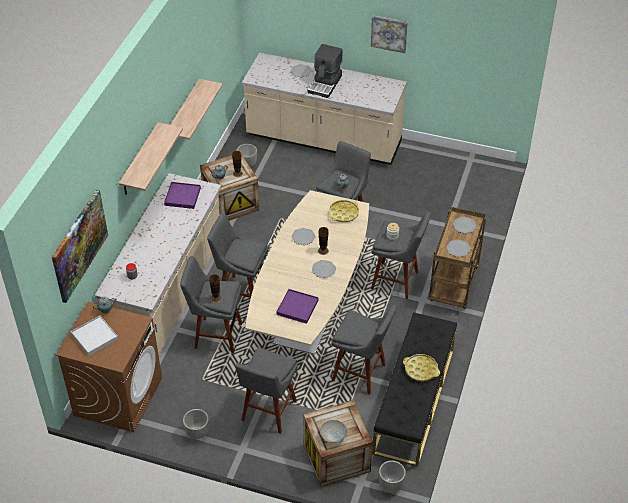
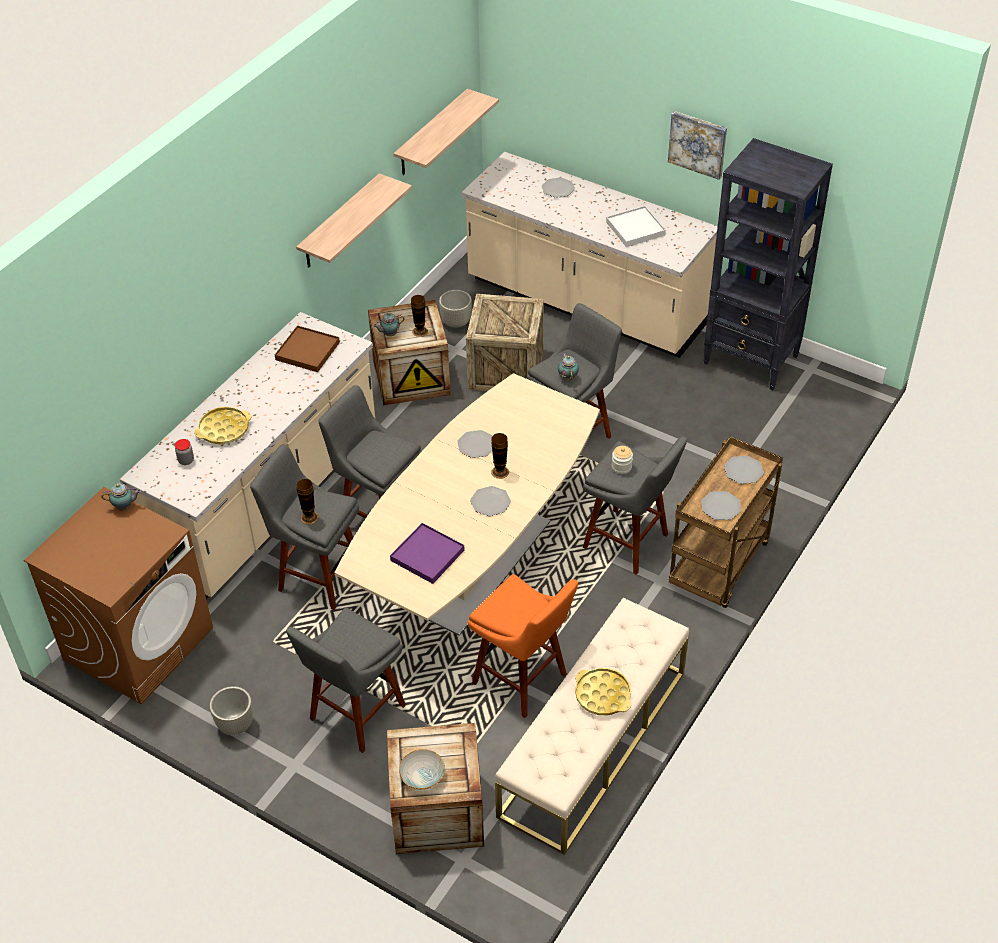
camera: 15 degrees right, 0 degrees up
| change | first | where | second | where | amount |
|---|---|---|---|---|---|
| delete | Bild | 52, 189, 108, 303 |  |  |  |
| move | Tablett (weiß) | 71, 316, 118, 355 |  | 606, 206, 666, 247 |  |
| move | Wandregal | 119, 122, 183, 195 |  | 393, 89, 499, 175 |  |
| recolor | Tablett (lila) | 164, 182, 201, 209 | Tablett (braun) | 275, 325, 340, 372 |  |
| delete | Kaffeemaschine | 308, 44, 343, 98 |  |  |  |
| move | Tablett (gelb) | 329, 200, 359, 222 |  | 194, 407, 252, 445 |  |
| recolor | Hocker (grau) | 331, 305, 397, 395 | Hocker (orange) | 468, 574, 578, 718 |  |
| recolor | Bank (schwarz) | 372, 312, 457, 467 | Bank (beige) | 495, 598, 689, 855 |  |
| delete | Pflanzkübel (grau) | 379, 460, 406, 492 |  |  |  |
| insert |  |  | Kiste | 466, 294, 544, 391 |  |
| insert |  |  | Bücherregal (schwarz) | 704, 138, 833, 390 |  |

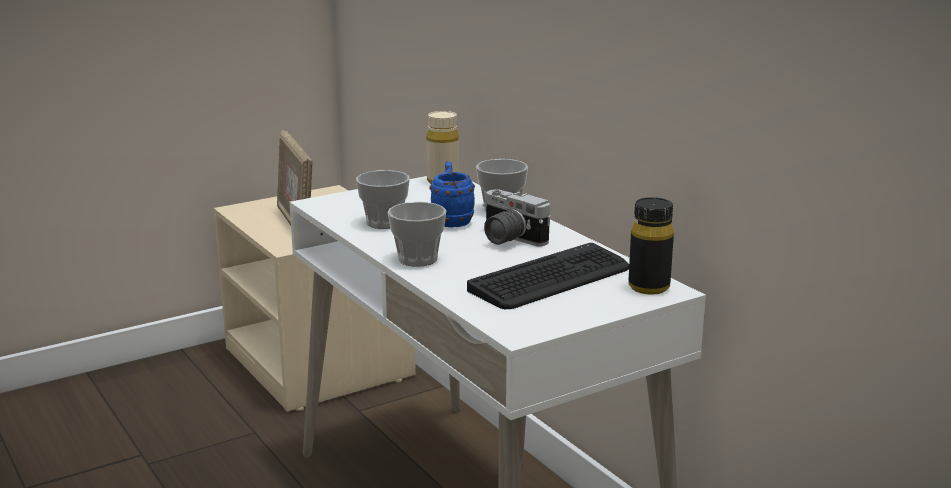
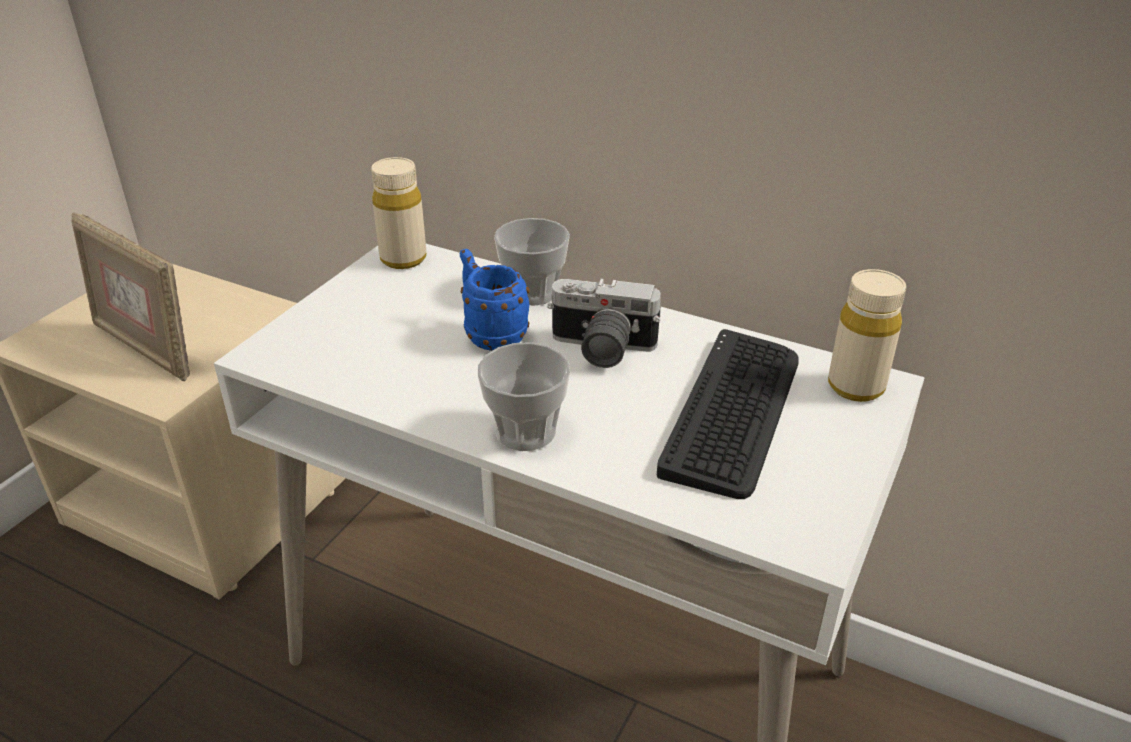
camera: 30 degrees left, 15 degrees up
| change | first | where | second | where | amount |
|---|---|---|---|---|---|
| delete | Tasse | 356, 170, 410, 229 |  |  |  |
| recolor | Flasche (schwarz) | 629, 197, 674, 295 | Flasche (beige) | 828, 269, 906, 402 |  |

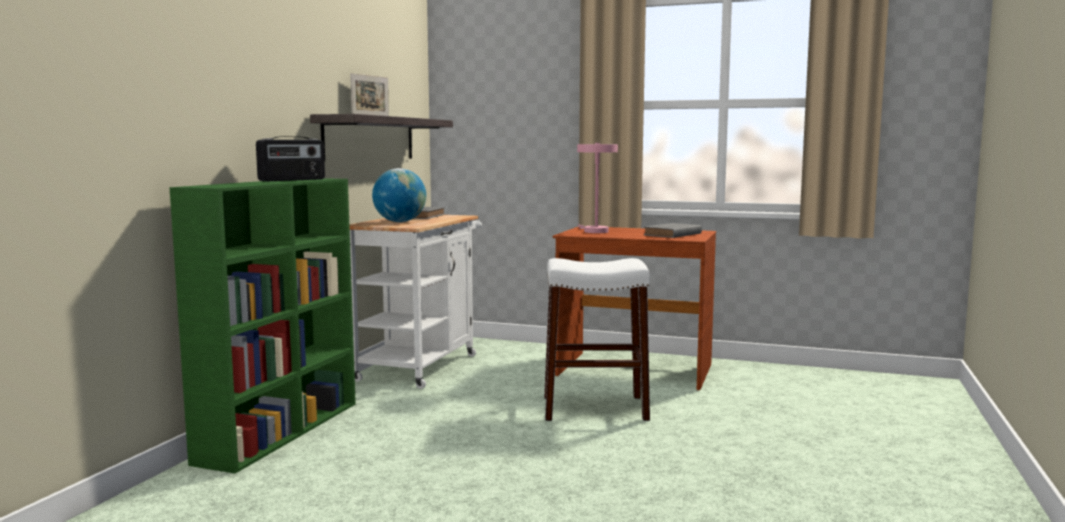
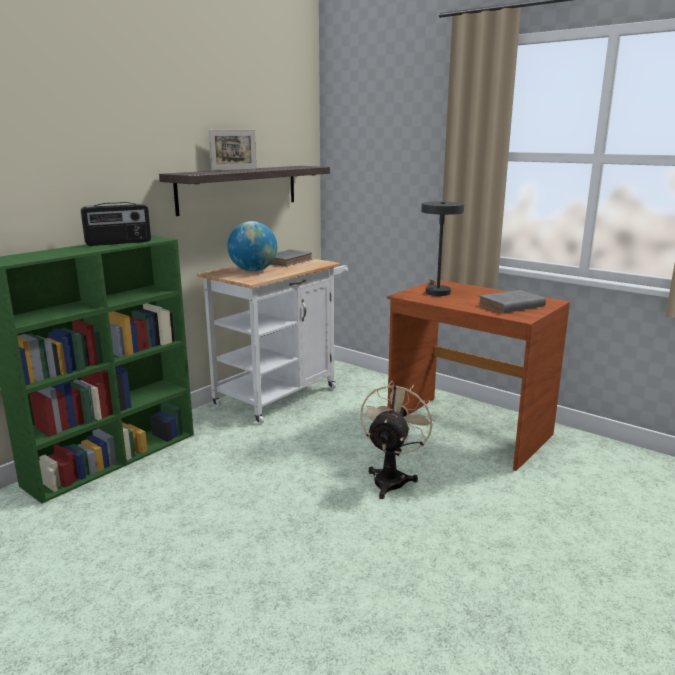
camera: 20 degrees right, 10 degrees up
| change | first | where | second | where | amount |
|---|---|---|---|---|---|
| replace | Hocker (weiß) | 544, 258, 650, 421 | Ventilator (beige) | 360, 381, 435, 499 |  |
| recolor | Tischlampe (rosa) | 577, 143, 618, 233 | Tischlampe (grau) | 421, 202, 464, 296 |  |

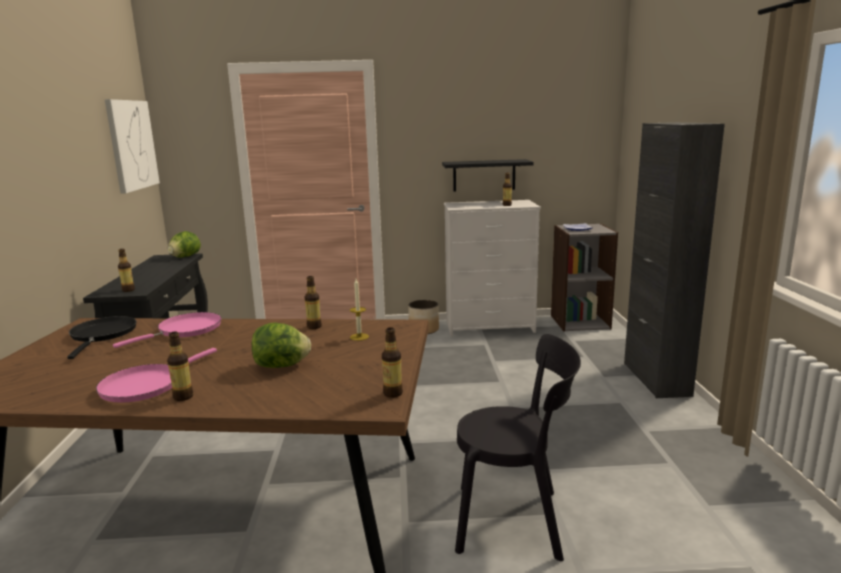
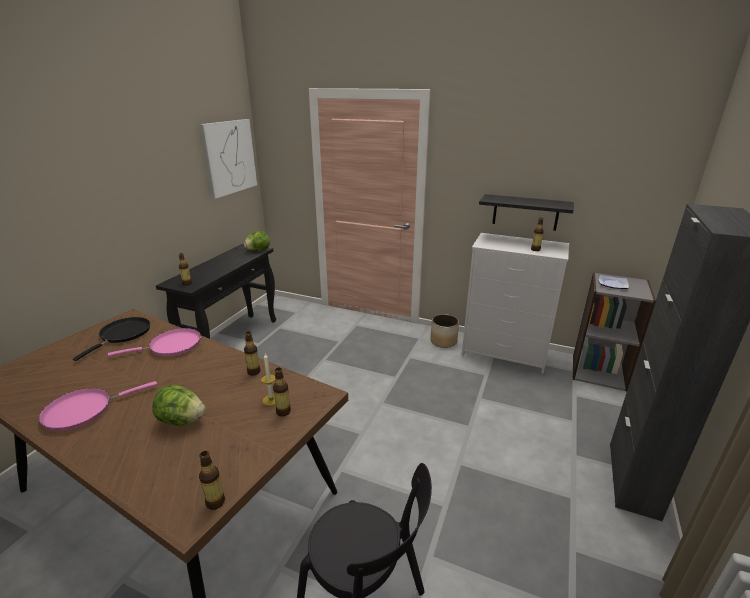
camera: 25 degrees right, 10 degrees up
| change | first | where | second | where | amount |
|---|---|---|---|---|---|
| move | Flasche | 167, 332, 193, 401 |  | 273, 368, 291, 416 |  |

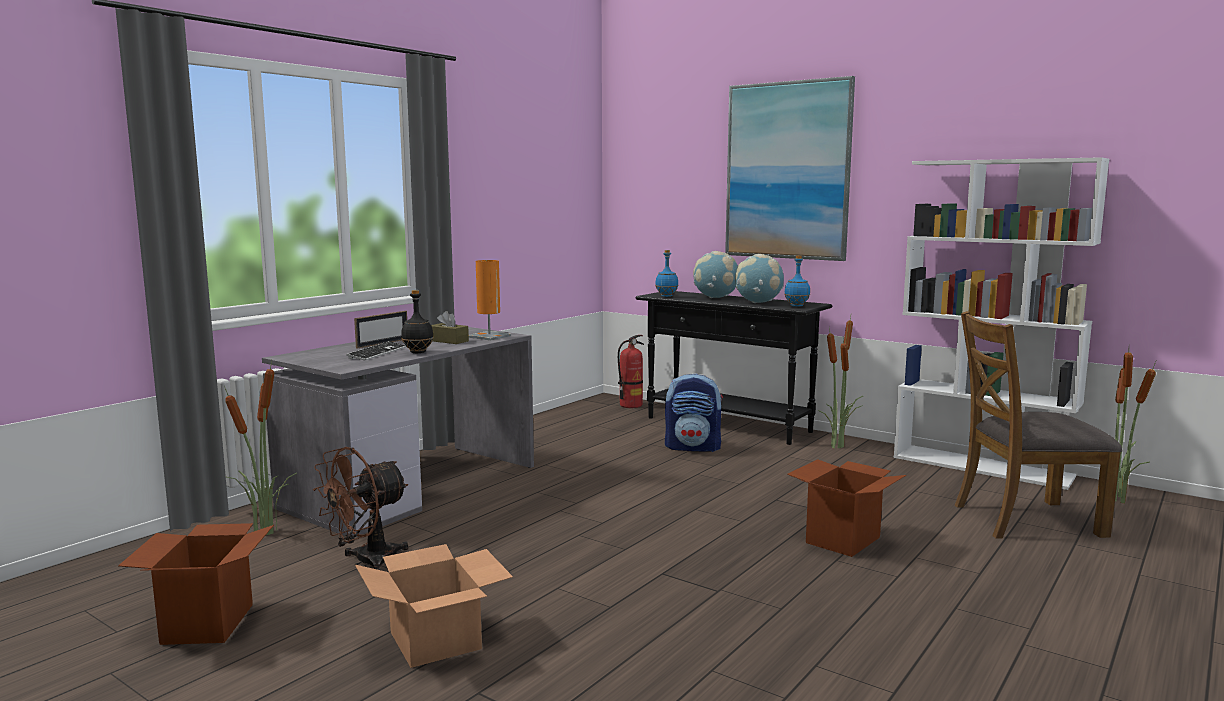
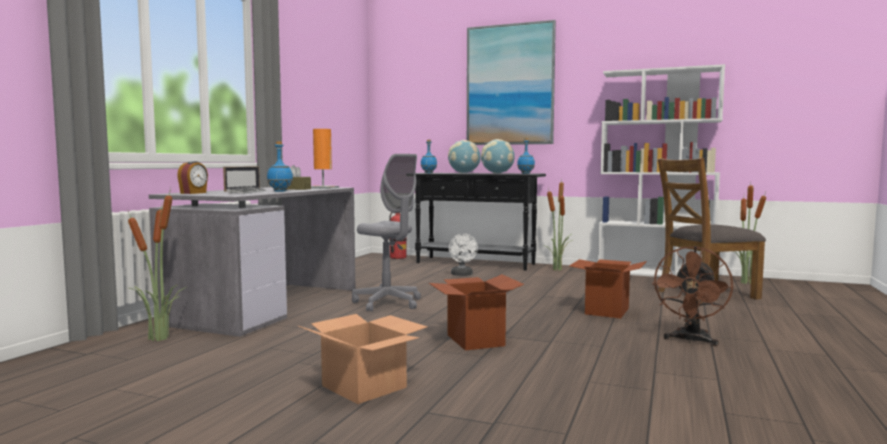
camera: 15 degrees left, 5 degrees down
| change | first | where | second | where | amount |
|---|---|---|---|---|---|
| move | Karton | 118, 523, 274, 645 |  | 429, 274, 524, 351 |  |
| move | Ventilator (braun) | 313, 447, 408, 570 |  | 652, 246, 733, 346 |  |
| recolor | Flasche (schwarz) | 401, 290, 434, 353 | Flasche (blau) | 267, 141, 293, 192 |  |
| replace | Rucksack | 665, 373, 723, 452 | Ventilator (weiß) | 449, 233, 478, 276 |  |
| insert |  |  | Wecker | 177, 161, 208, 194 |  |
| insert |  |  | Bürostuhl (grau) | 352, 154, 421, 311 |  |

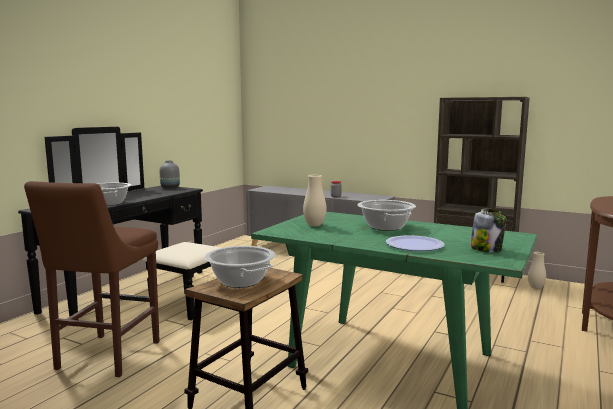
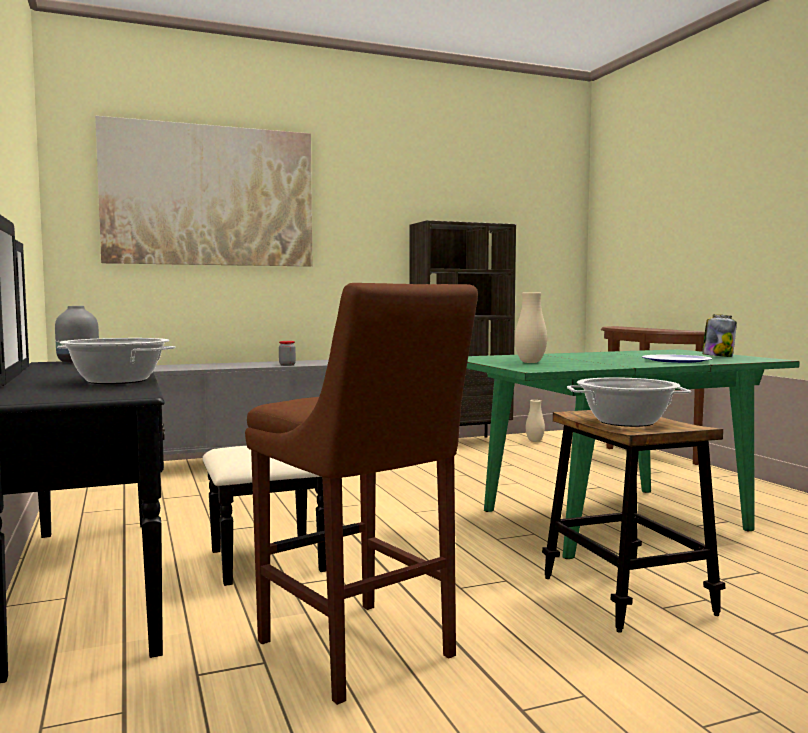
camera: 50 degrees left, 5 degrees down
| change | first | where | second | where | amount |
|---|---|---|---|---|---|
| delete | Kochtopf | 358, 200, 416, 231 |  |  |  |
| insert |  |  | Bild | 95, 116, 313, 266 |  |

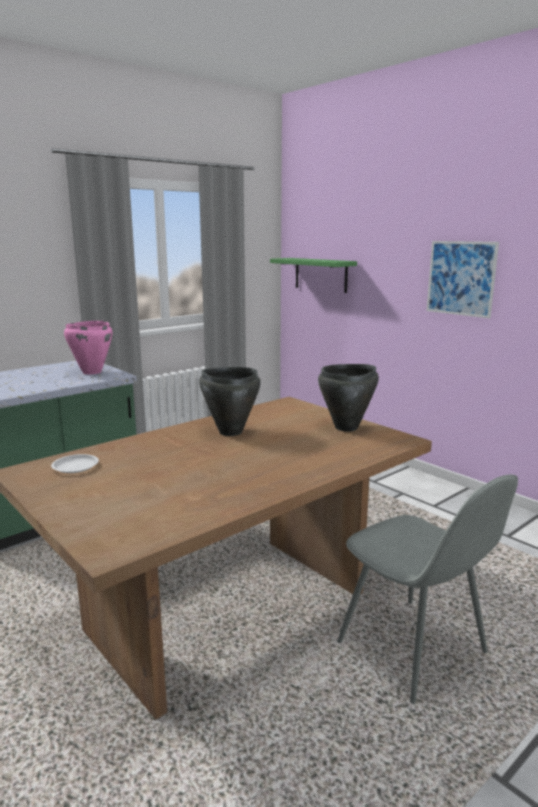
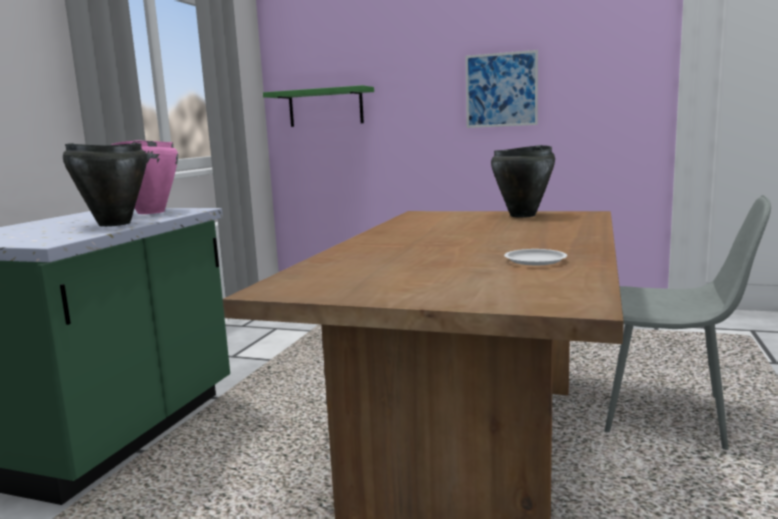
camera: 30 degrees left, 5 degrees down
| change | first | where | second | where | amount |
|---|---|---|---|---|---|
| move | Teller (weiß) | 51, 454, 99, 473 |  | 504, 249, 567, 265 |  |
| move | Kochtopf (schwarz) | 199, 367, 261, 436 |  | 63, 143, 147, 227 |  |

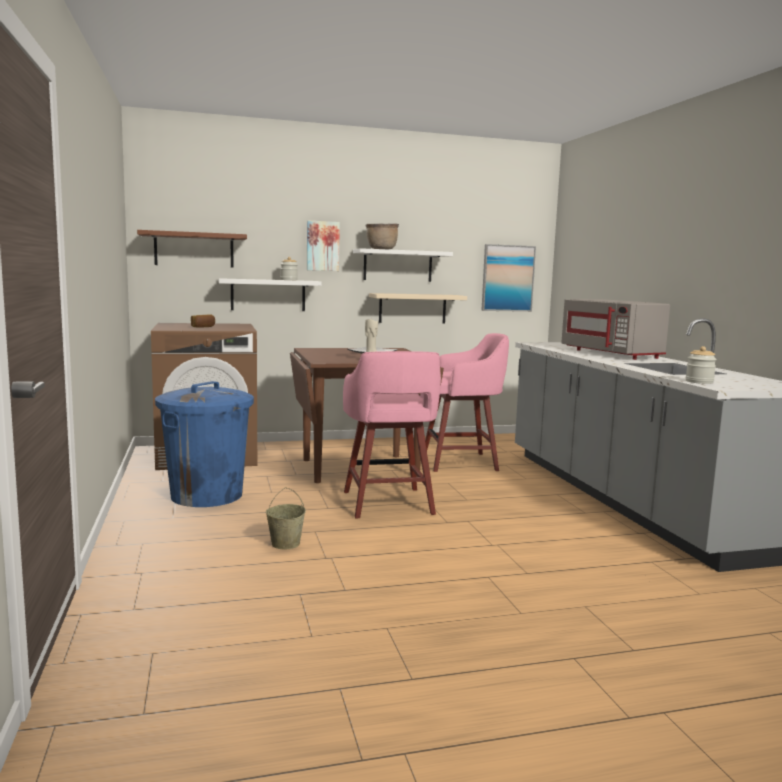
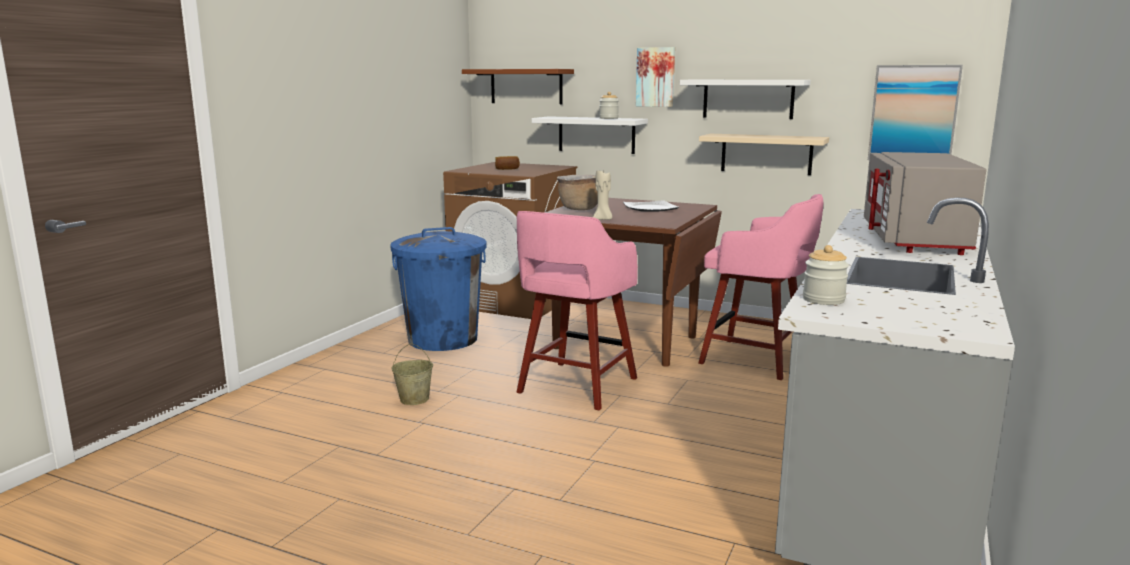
camera: 40 degrees right, 5 degrees up
| change | first | where | second | where | amount |
|---|---|---|---|---|---|
| move | Kochtopf (braun) | 365, 223, 399, 250 |  | 557, 175, 598, 210 |  |

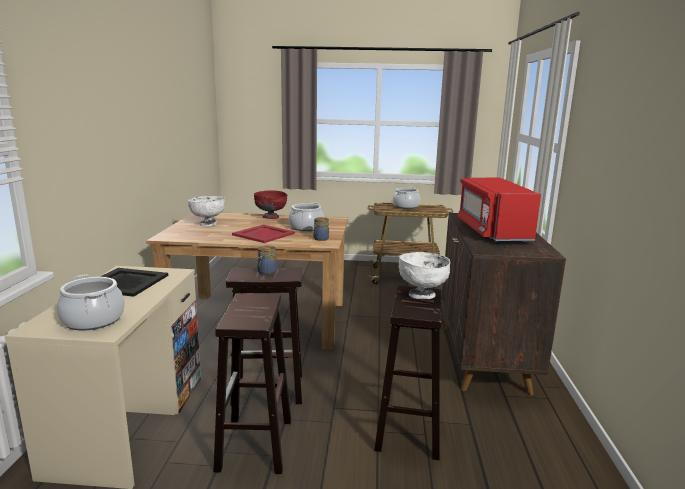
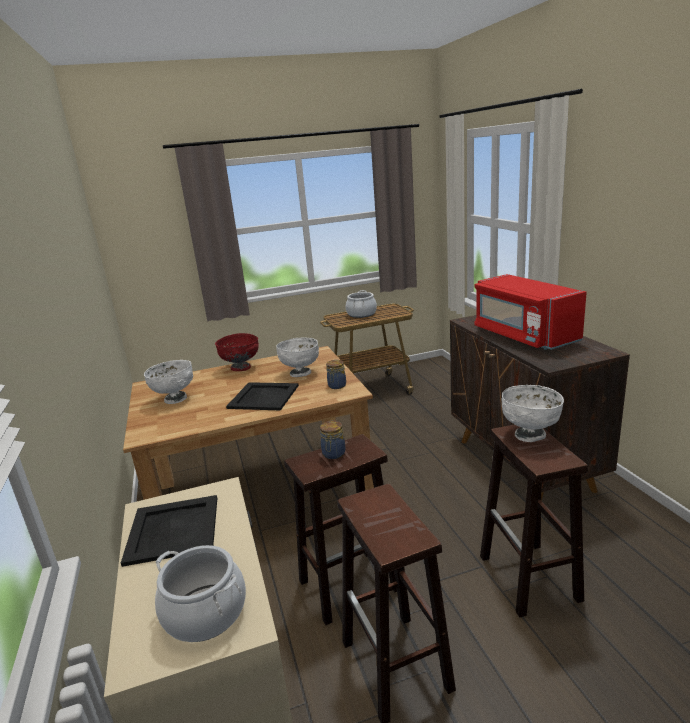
camera: 20 degrees left, 5 degrees up
| change | first | where | second | where | amount |
|---|---|---|---|---|---|
| recolor | Tablett (rot) | 232, 225, 295, 243 | Tablett (schwarz) | 226, 382, 299, 411 |  |
| replace | Kochtopf | 289, 202, 324, 231 | Schüssel (weiß) | 276, 338, 319, 377 |  |

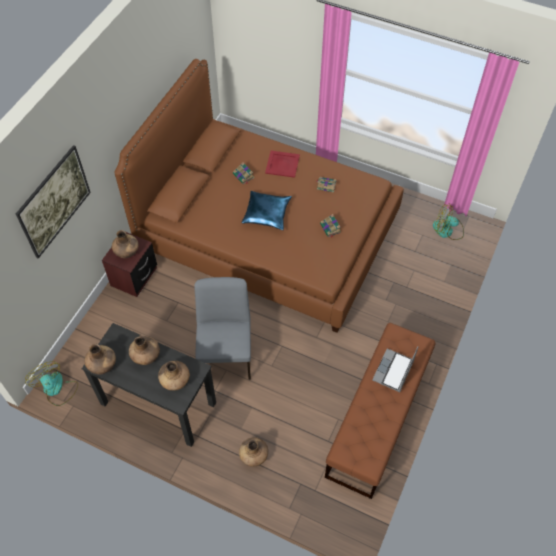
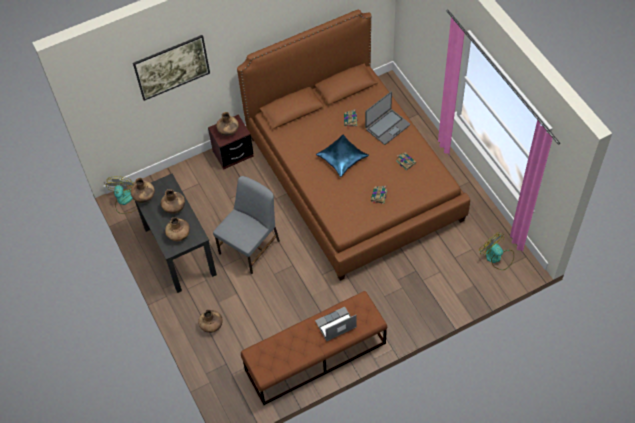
camera: 40 degrees right, 0 degrees up
| change | first | where | second | where | amount |
|---|---|---|---|---|---|
| replace | Tablett (rot) | 265, 151, 300, 178 | Laptop | 365, 91, 410, 145 |  |

